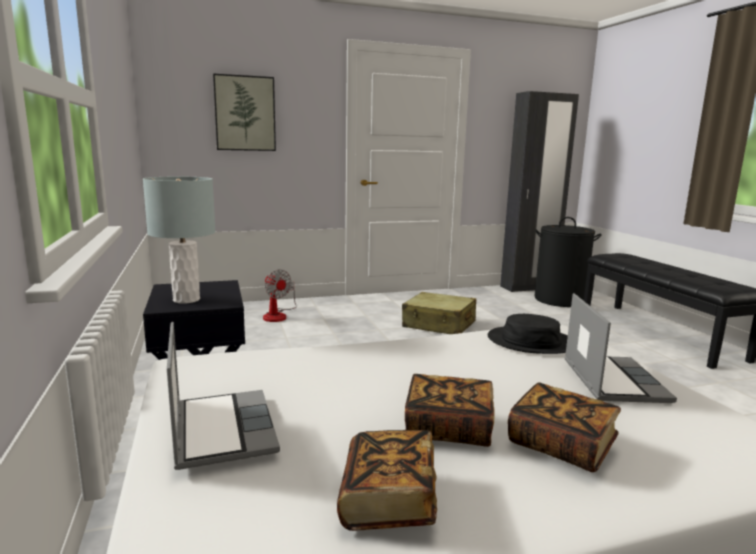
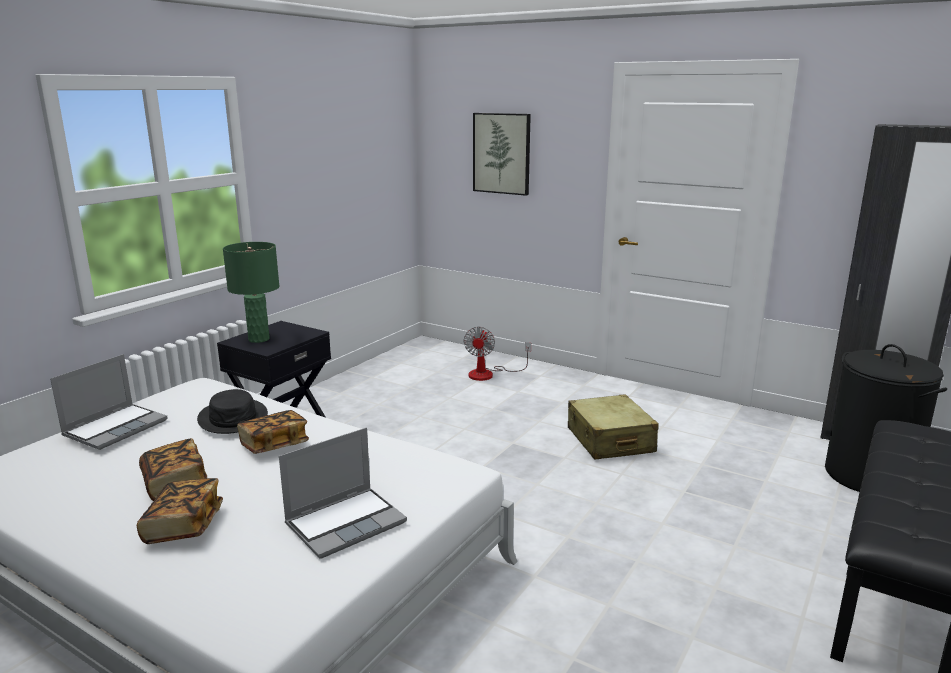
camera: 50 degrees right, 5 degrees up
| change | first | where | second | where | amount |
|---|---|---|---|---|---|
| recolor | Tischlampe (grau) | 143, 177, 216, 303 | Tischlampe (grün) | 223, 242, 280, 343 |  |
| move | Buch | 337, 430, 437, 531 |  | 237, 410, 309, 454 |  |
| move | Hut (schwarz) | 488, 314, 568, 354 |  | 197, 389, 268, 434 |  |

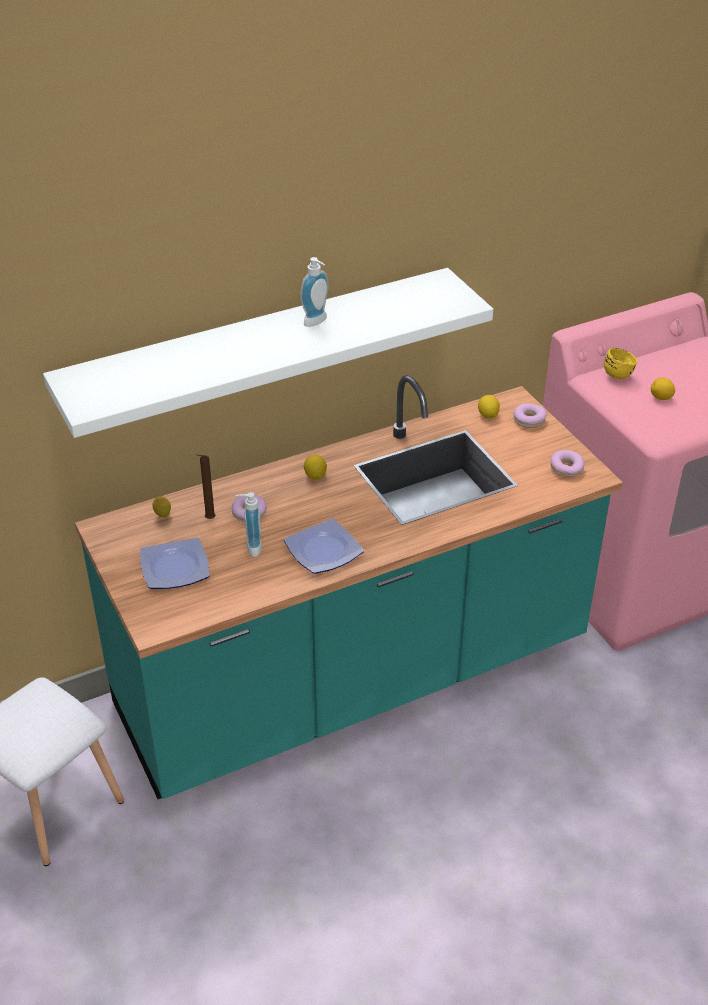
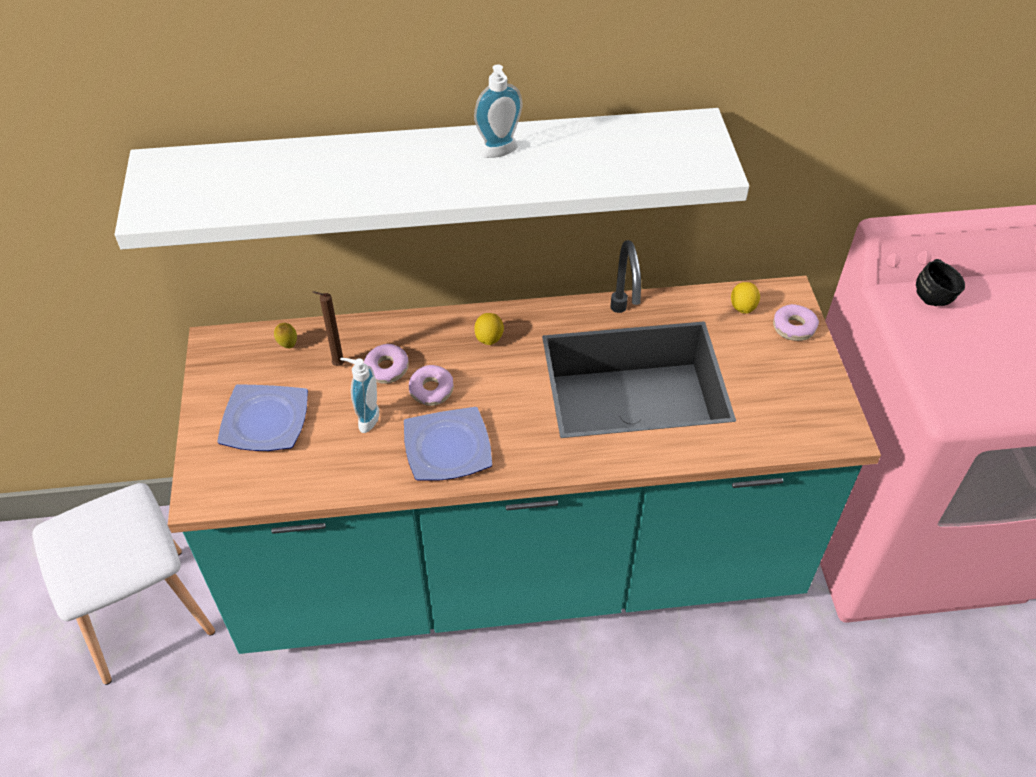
camera: 20 degrees right, 10 degrees up
| change | first | where | second | where | amount |
|---|---|---|---|---|---|
| move | Donut | 551, 450, 585, 477 |  | 409, 365, 454, 406 |  |
| recolor | Henkelbecher (gelb) | 604, 348, 638, 379 | Henkelbecher (schwarz) | 916, 259, 965, 306 |  |
| delete | Zitrone | 651, 377, 675, 400 |  |  |  |

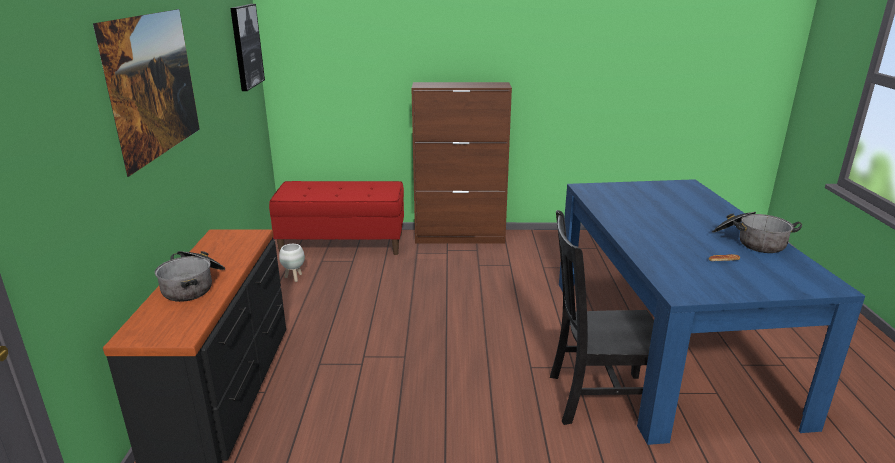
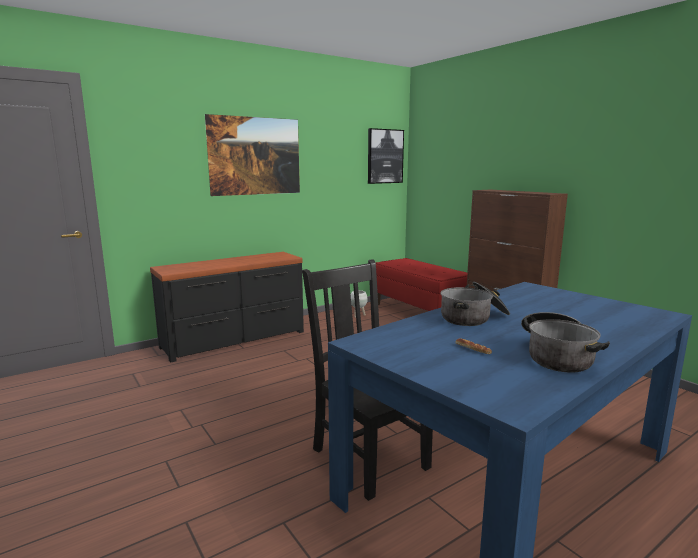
camera: 55 degrees right, 10 degrees down
| change | first | where | second | where | amount |
|---|---|---|---|---|---|
| move | Kochtopf | 155, 251, 225, 302 |  | 440, 282, 510, 326 |  |

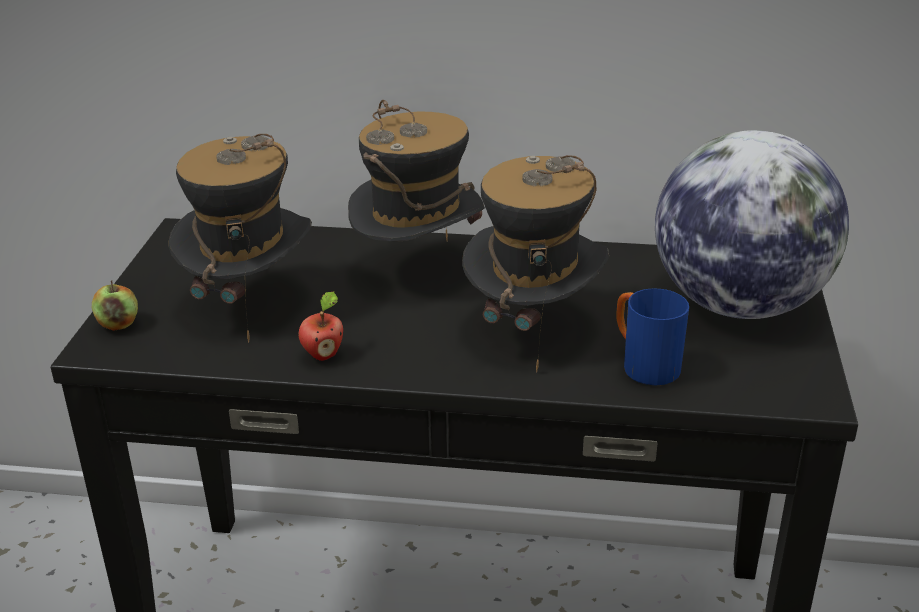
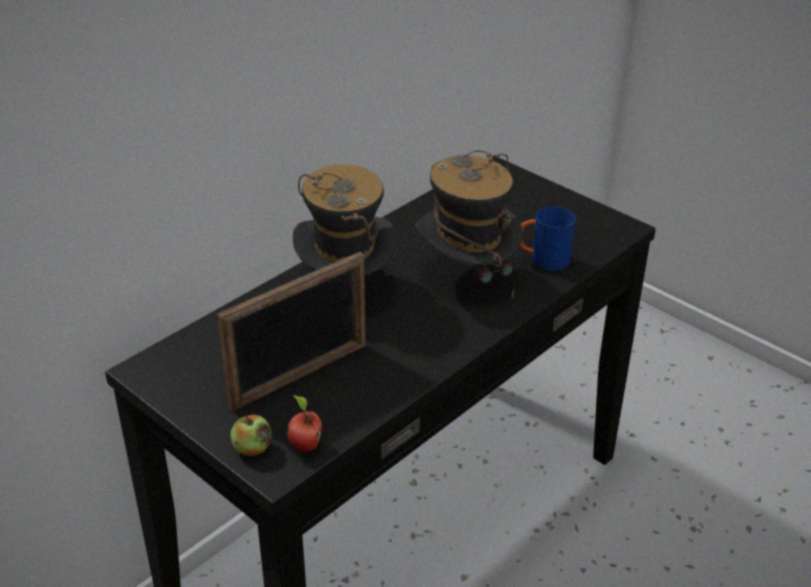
camera: 55 degrees left, 5 degrees up
| change | first | where | second | where | amount |
|---|---|---|---|---|---|
| replace | Hut | 169, 134, 312, 343 | Bilderrahmen | 217, 252, 366, 411 |  |
| move | Apfel | 298, 292, 343, 361 |  | 287, 395, 322, 452 |  |
| delete | Globus | 655, 130, 849, 319 |  |  |  |

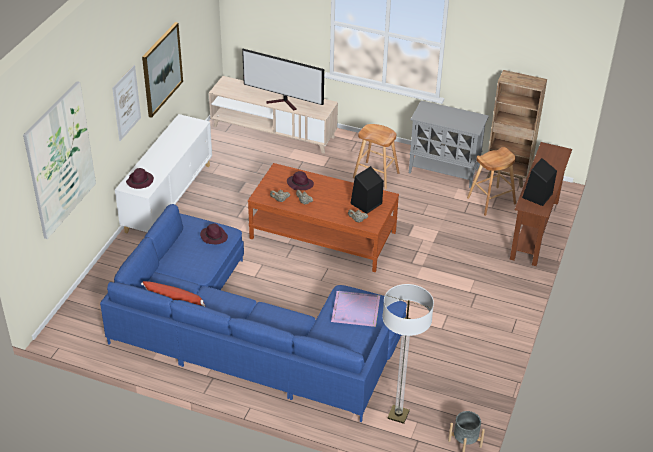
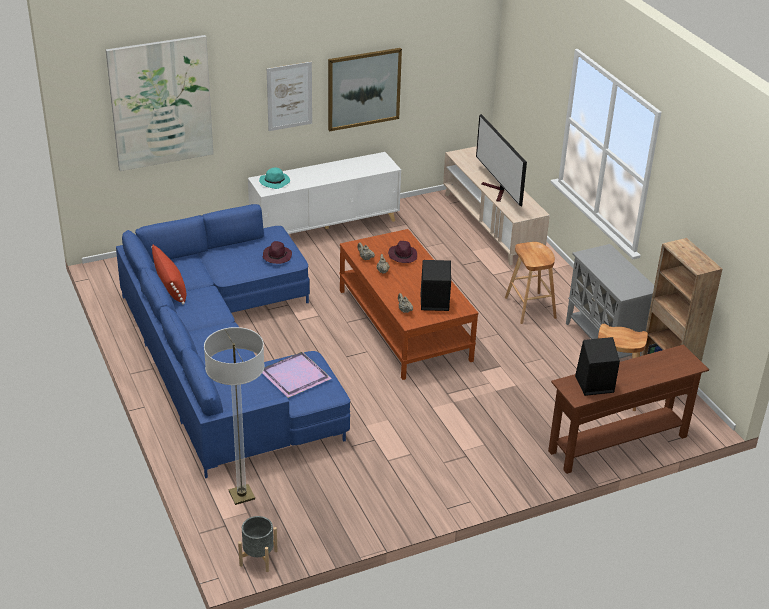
camera: 45 degrees right, 5 degrees down
| change | first | where | second | where | amount |
|---|---|---|---|---|---|
| recolor | Hut (lila) | 126, 168, 154, 189 | Hut (türkis) | 259, 167, 290, 189 |  |

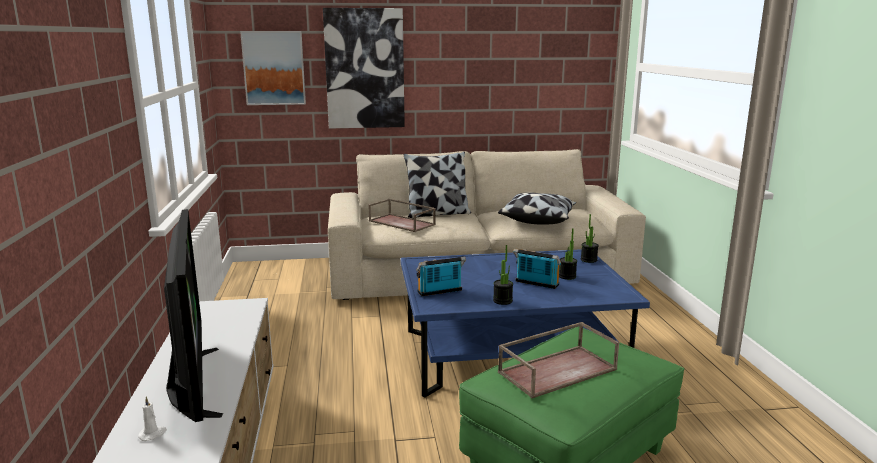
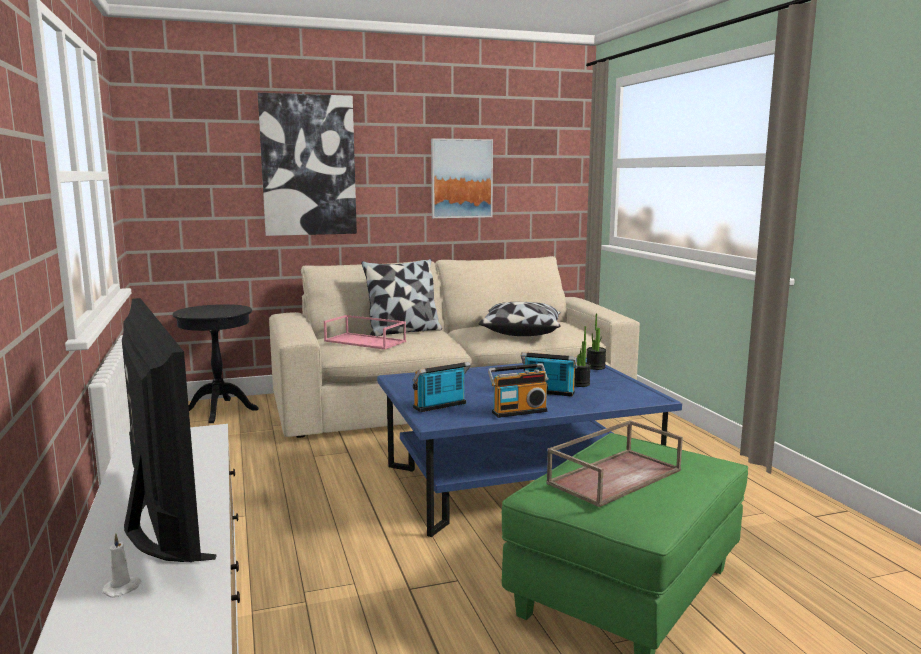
camera: 10 degrees left, 5 degrees down
| change | first | where | second | where | amount |
|---|---|---|---|---|---|
| move | Bild | 240, 31, 306, 105 |  | 431, 138, 493, 218 |  |
| recolor | Tablett (braun) | 368, 199, 436, 232 | Tablett (rosa) | 324, 315, 406, 350 |  |
| replace | Topfpflanze | 493, 245, 513, 305 | Radio | 488, 363, 548, 418 |  |
| insert |  |  | Beistelltisch (schwarz) | 173, 304, 259, 423 |  |

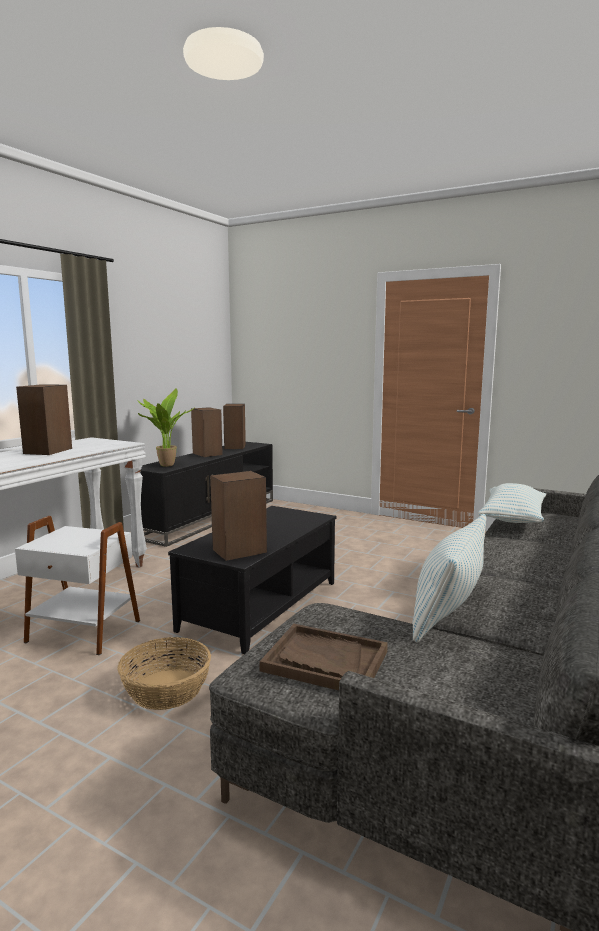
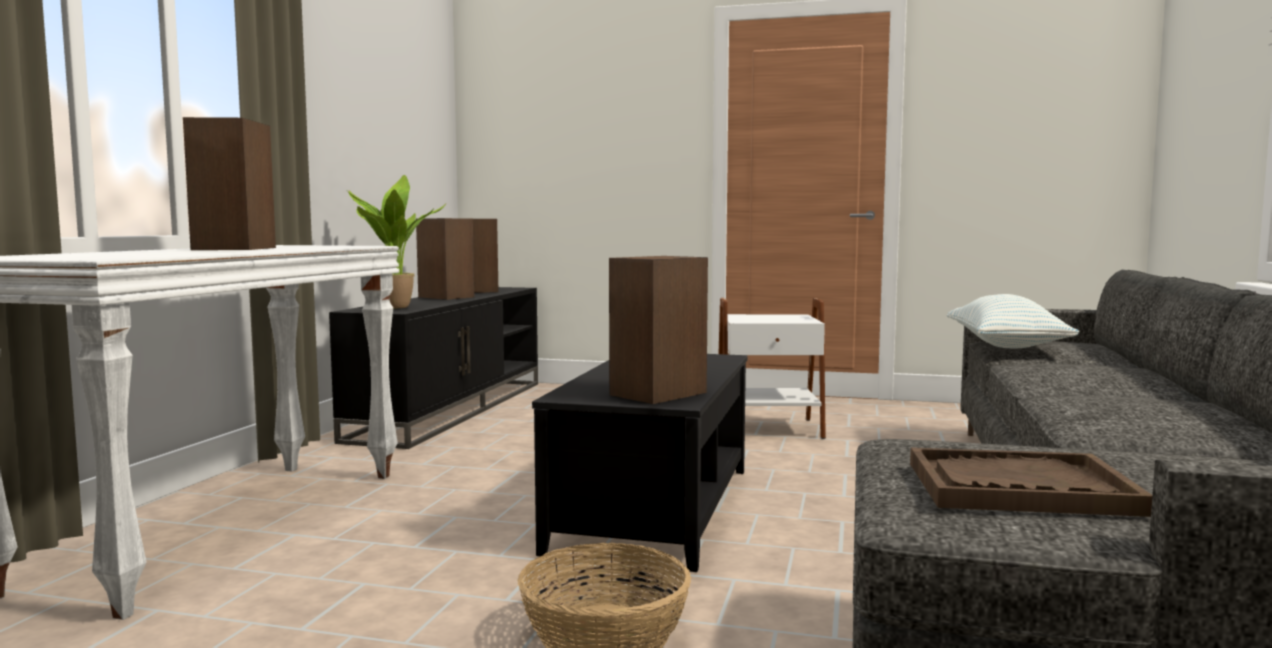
camera: 15 degrees left, 5 degrees down
| change | first | where | second | where | amount |
|---|---|---|---|---|---|
| move | Beistelltisch (weiß) | 15, 516, 140, 655 |  | 719, 298, 826, 439 |  |
| delete | Kissen | 413, 514, 486, 643 |  |  |  |

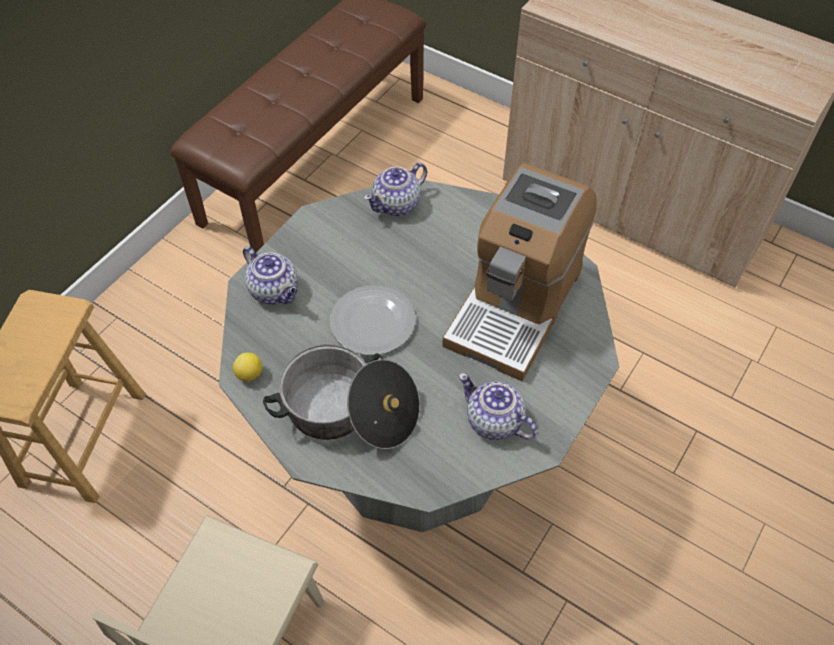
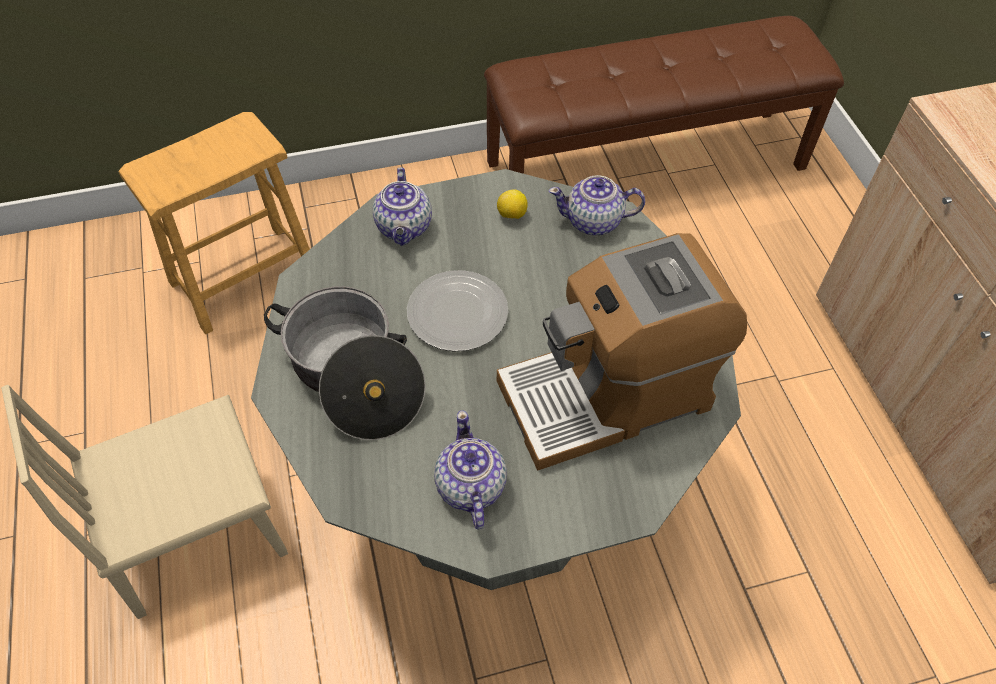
camera: 40 degrees right, 0 degrees up
| change | first | where | second | where | amount |
|---|---|---|---|---|---|
| move | Zitrone | 233, 353, 262, 382 |  | 497, 189, 528, 219 |  |

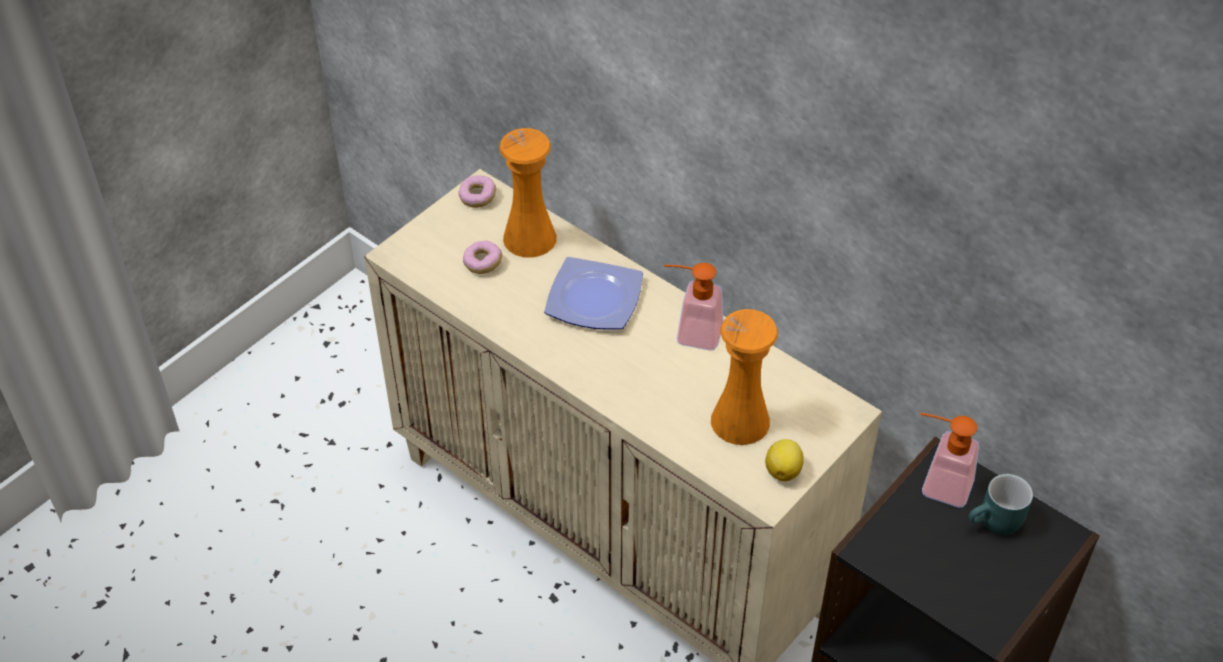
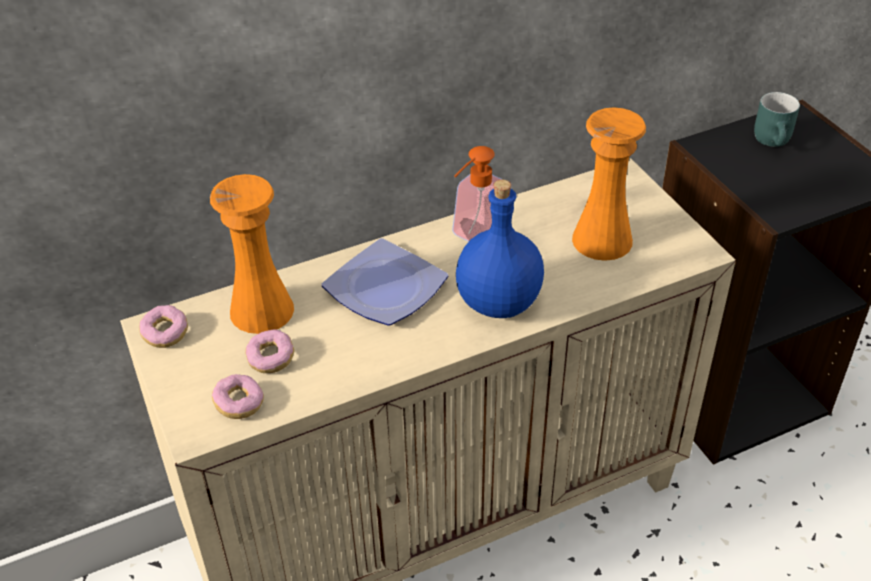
camera: 65 degrees left, 5 degrees down
| change | first | where | second | where | amount |
|---|---|---|---|---|---|
| delete | Zitrone | 765, 439, 804, 481 |  |  |  |
| delete | Seifenspender | 920, 413, 979, 508 |  |  |  |
| insert |  |  | Donut | 212, 374, 264, 419 |  |
| insert |  |  | Flasche (blau) | 456, 180, 544, 318 |  |

